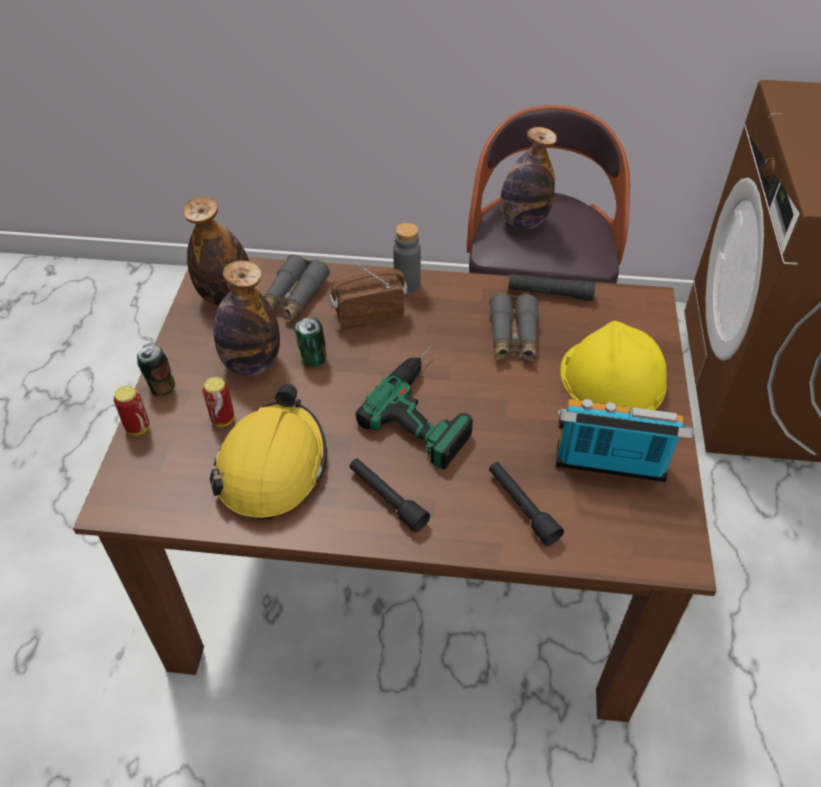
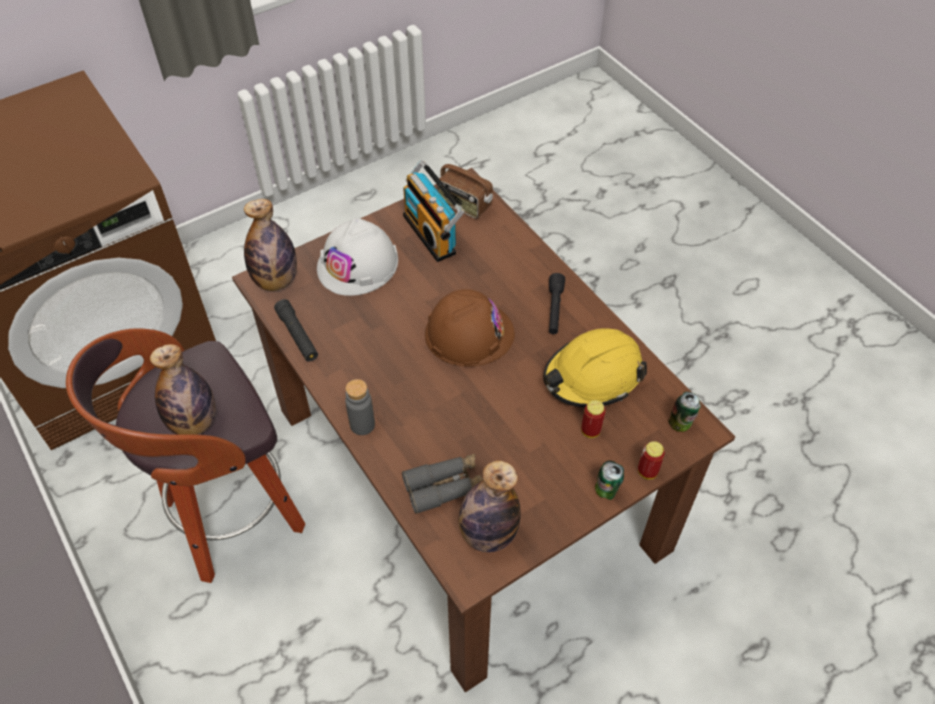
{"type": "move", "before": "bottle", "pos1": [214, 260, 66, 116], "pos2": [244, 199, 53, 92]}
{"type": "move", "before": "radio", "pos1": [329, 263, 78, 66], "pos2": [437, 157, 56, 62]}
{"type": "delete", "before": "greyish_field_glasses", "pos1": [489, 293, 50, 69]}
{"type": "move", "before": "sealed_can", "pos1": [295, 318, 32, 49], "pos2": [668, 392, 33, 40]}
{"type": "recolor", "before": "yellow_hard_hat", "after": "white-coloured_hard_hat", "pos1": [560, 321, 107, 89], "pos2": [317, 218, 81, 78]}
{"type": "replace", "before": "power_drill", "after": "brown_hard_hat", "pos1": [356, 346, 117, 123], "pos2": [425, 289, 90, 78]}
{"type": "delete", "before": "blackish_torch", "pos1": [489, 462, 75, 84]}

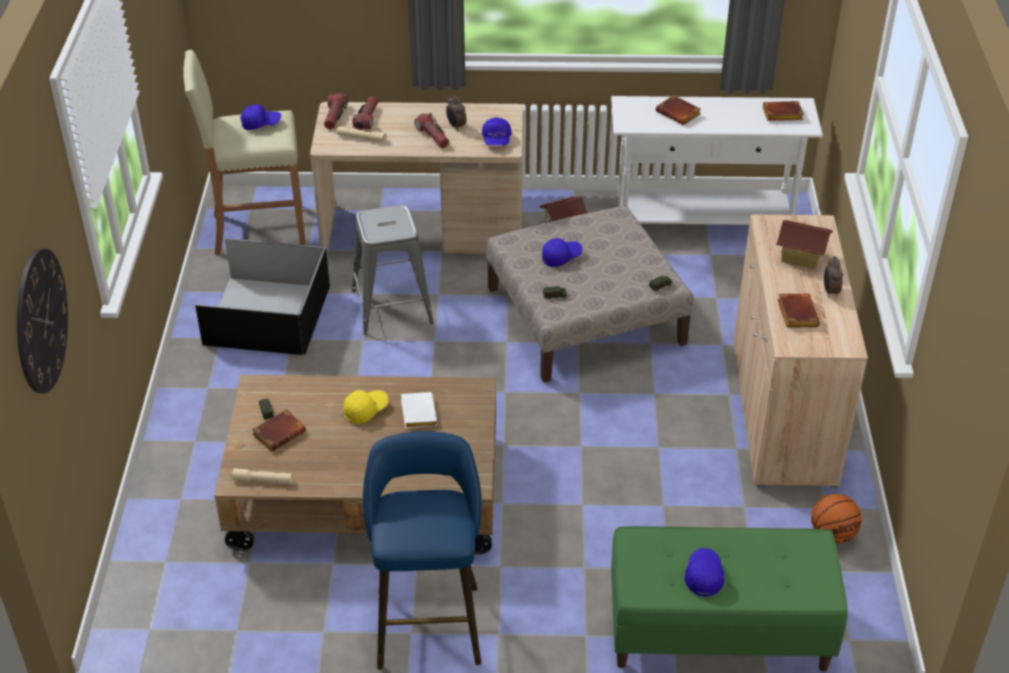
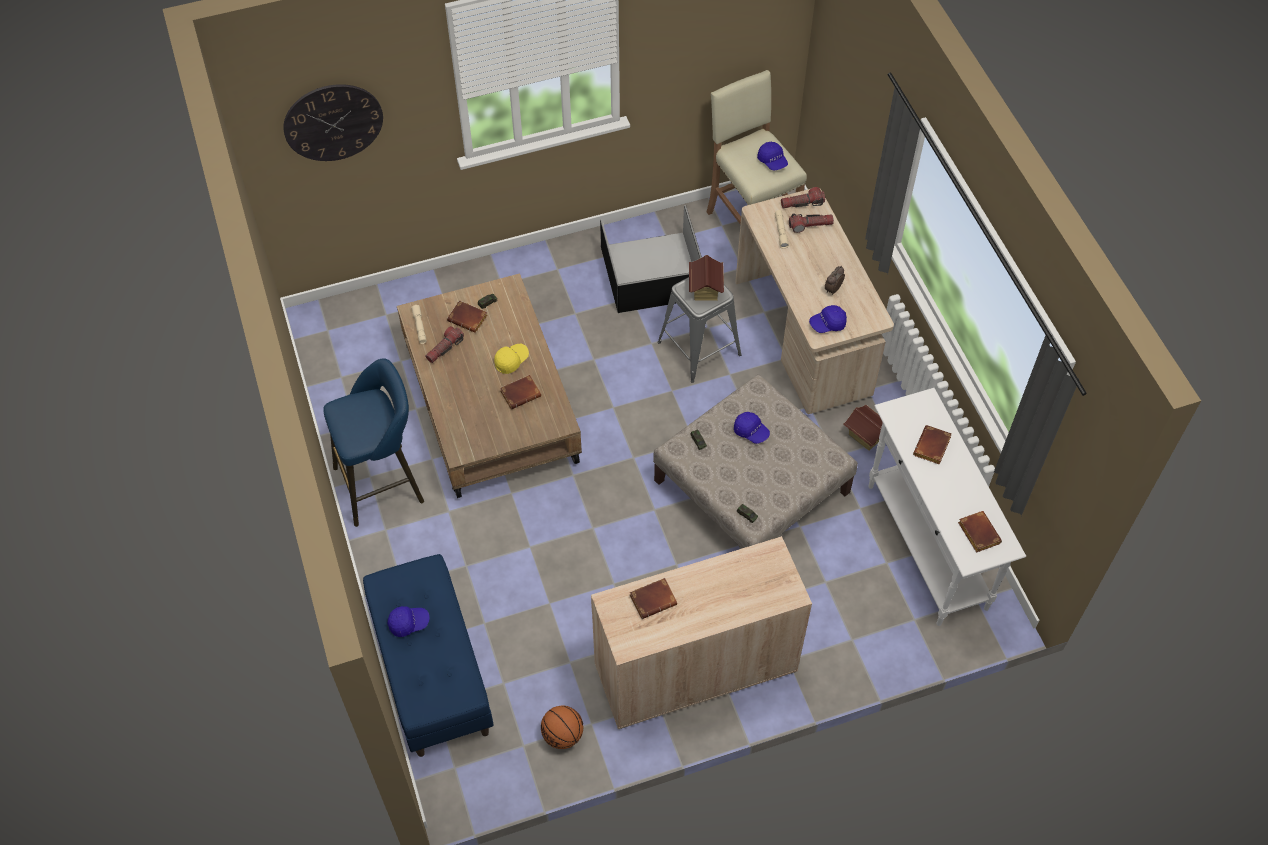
{"type": "move", "before": "torch", "pos1": [414, 113, 35, 35], "pos2": [425, 326, 39, 37]}
{"type": "move", "before": "model_house", "pos1": [776, 220, 57, 49], "pos2": [689, 255, 35, 46]}
{"type": "delete", "before": "bedside_clock", "pos1": [824, 256, 19, 42]}
{"type": "rotate", "before": "yellow_cap", "pos1": [343, 390, 45, 34], "pos2": [494, 344, 35, 30], "turn": -75}
{"type": "recolor", "before": "white-coloured_book", "after": "brown_book", "pos1": [401, 392, 37, 36], "pos2": [500, 375, 41, 35]}
{"type": "recolor", "before": "greenish_bench", "after": "blue_bench", "pos1": [611, 526, 237, 145], "pos2": [363, 554, 130, 203]}

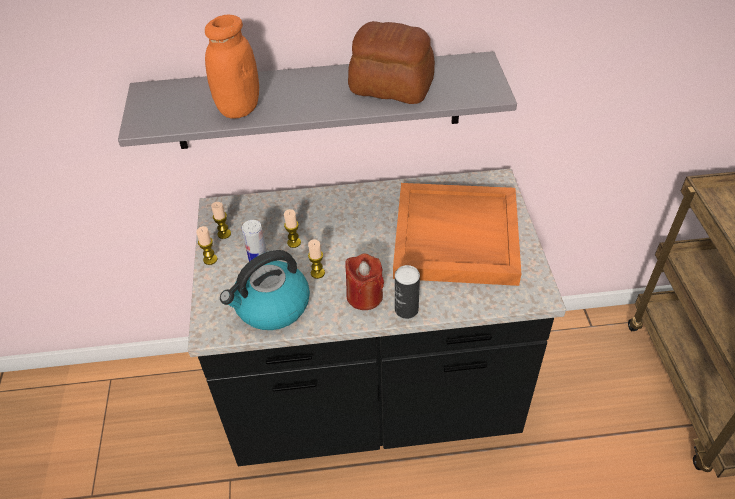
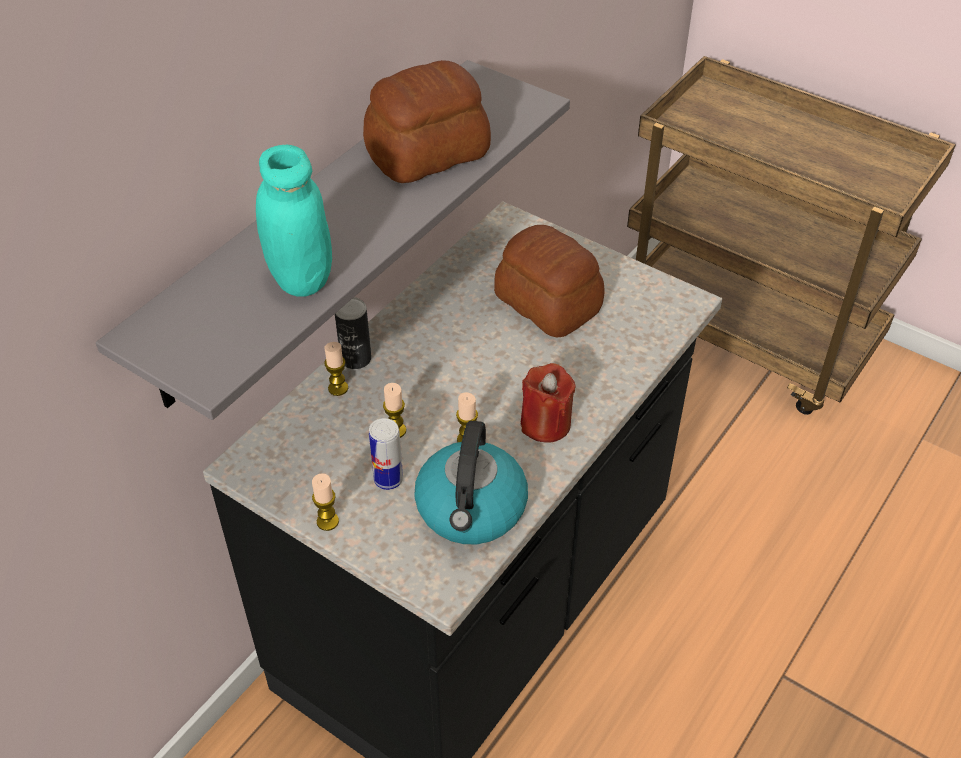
{"type": "recolor", "before": "orange_storage_jar", "after": "turquoise-coloured_storage_jar", "pos1": [205, 15, 54, 104], "pos2": [256, 145, 76, 152]}
{"type": "replace", "before": "orange_serving_tray", "after": "baked_bread", "pos1": [393, 183, 128, 103], "pos2": [494, 225, 111, 112]}
{"type": "move", "before": "candle", "pos1": [211, 202, 20, 37], "pos2": [324, 342, 24, 54]}
{"type": "move", "before": "sealed_can", "pos1": [395, 265, 25, 54], "pos2": [335, 297, 36, 72]}

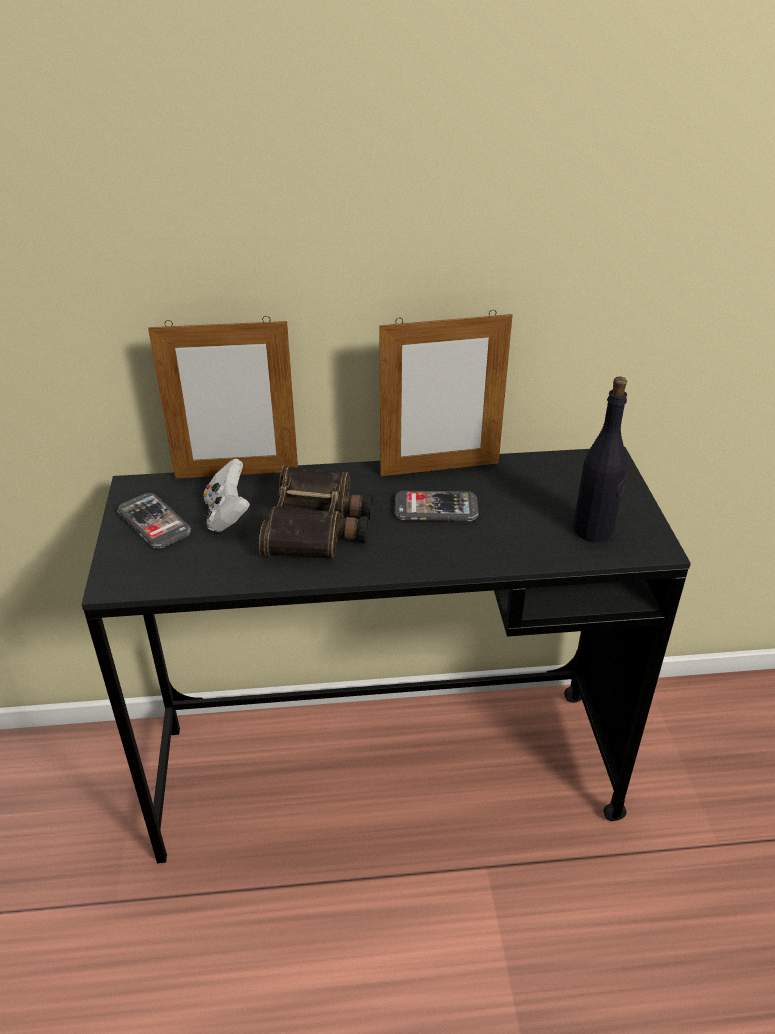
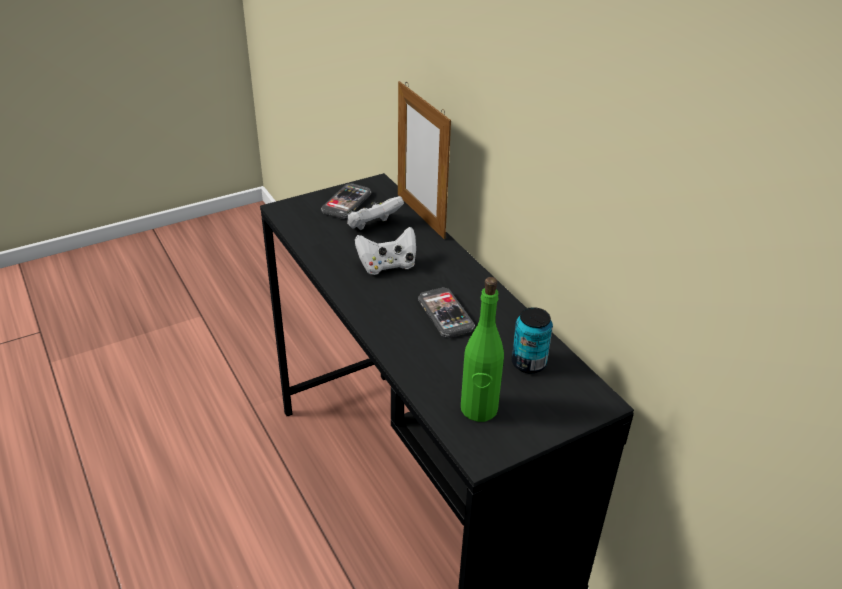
{"type": "delete", "before": "photo_frame", "pos1": [379, 310, 133, 166]}
{"type": "recolor", "before": "blackish_bottle", "after": "greenish_bottle", "pos1": [573, 377, 54, 165], "pos2": [461, 277, 43, 145]}
{"type": "replace", "before": "field_glasses", "after": "white-coloured_game_controller", "pos1": [259, 465, 114, 93], "pos2": [355, 227, 61, 48]}
{"type": "insert", "after": "sealed_can", "pos2": [511, 307, 42, 67]}

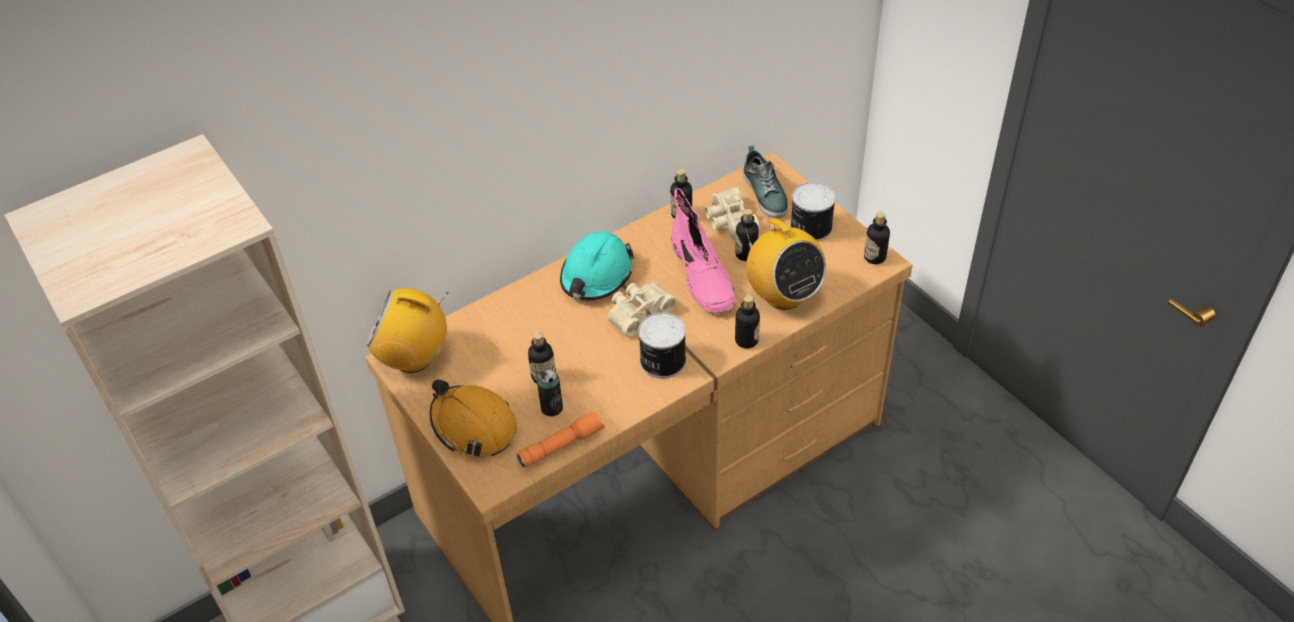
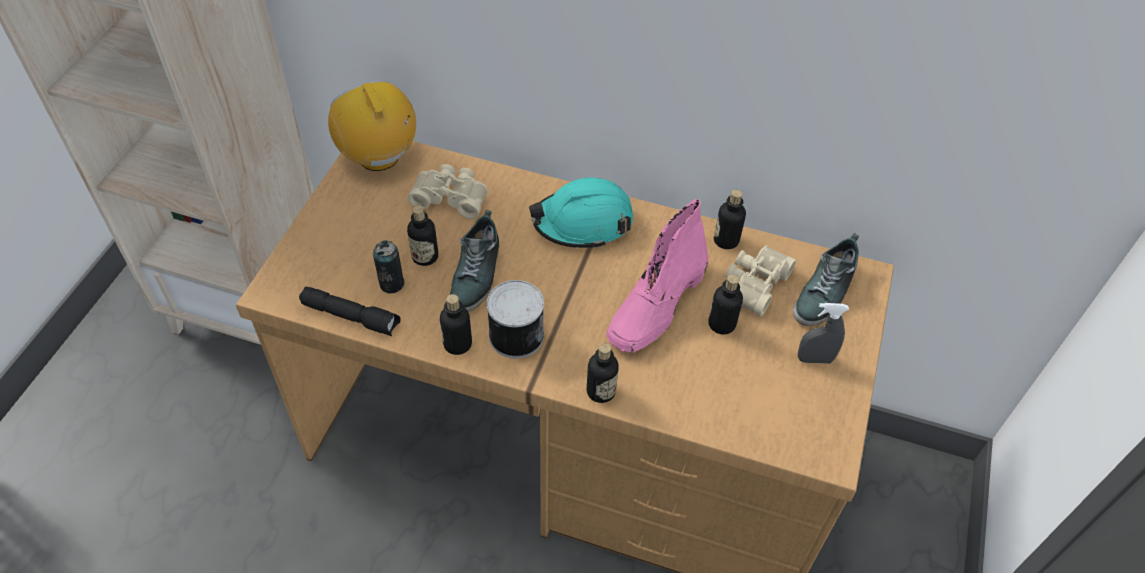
{"type": "replace", "before": "sealed_can", "after": "greyish_spray_bottle", "pos1": [790, 182, 46, 60], "pos2": [798, 303, 51, 61]}
{"type": "move", "before": "bottle", "pos1": [864, 212, 26, 52], "pos2": [440, 294, 32, 61]}
{"type": "delete", "before": "radio", "pos1": [745, 219, 81, 91]}
{"type": "move", "before": "beige_field_glasses", "pos1": [608, 282, 69, 55], "pos2": [408, 164, 80, 55]}
{"type": "delete", "before": "orange_hard_hat", "pos1": [430, 379, 87, 78]}
{"type": "recolor", "before": "orange_torch", "after": "blackish_torch", "pos1": [517, 412, 88, 56], "pos2": [299, 287, 102, 49]}
{"type": "insert", "after": "item_of_footwear", "pos2": [450, 210, 49, 102]}

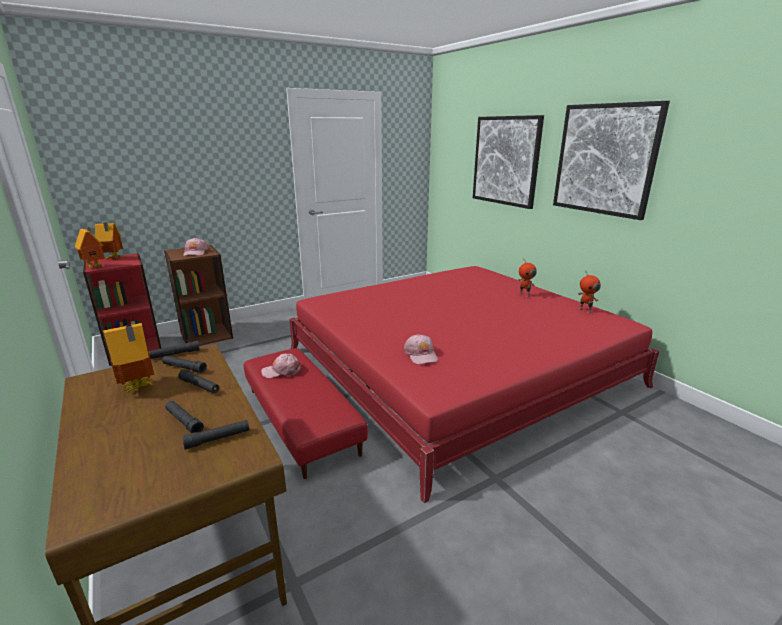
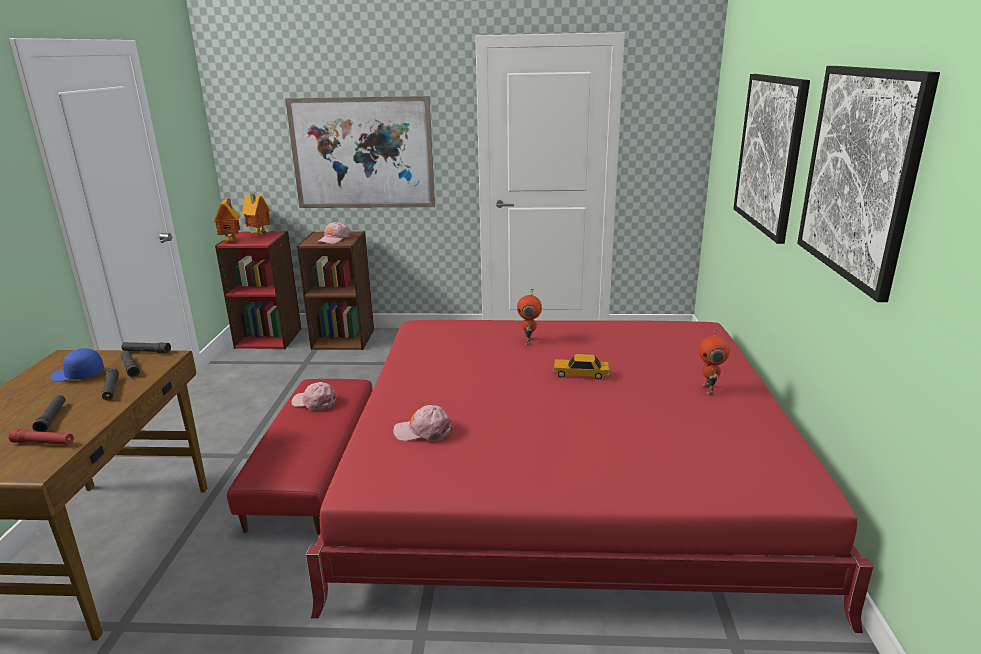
{"type": "move", "before": "toy_robot", "pos1": [578, 271, 23, 42], "pos2": [517, 288, 25, 57]}
{"type": "replace", "before": "model_house", "after": "blue_cap", "pos1": [103, 323, 51, 70], "pos2": [50, 348, 54, 34]}
{"type": "rotate", "before": "pink-coloured_cap", "pos1": [404, 334, 34, 30], "pos2": [393, 405, 60, 36], "turn": 75}
{"type": "recolor", "before": "blackish_torch", "after": "reddish_torch", "pos1": [182, 420, 68, 30], "pos2": [9, 429, 65, 16]}
{"type": "insert", "after": "picture", "pos2": [285, 96, 150, 112]}
{"type": "insert", "after": "miniature_car", "pos2": [554, 354, 55, 26]}

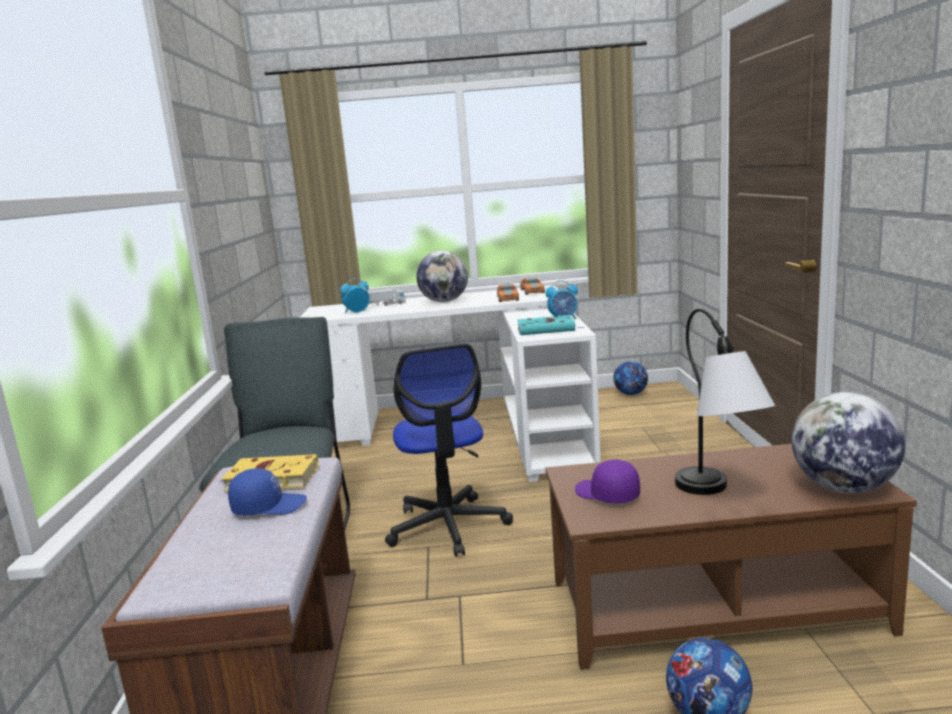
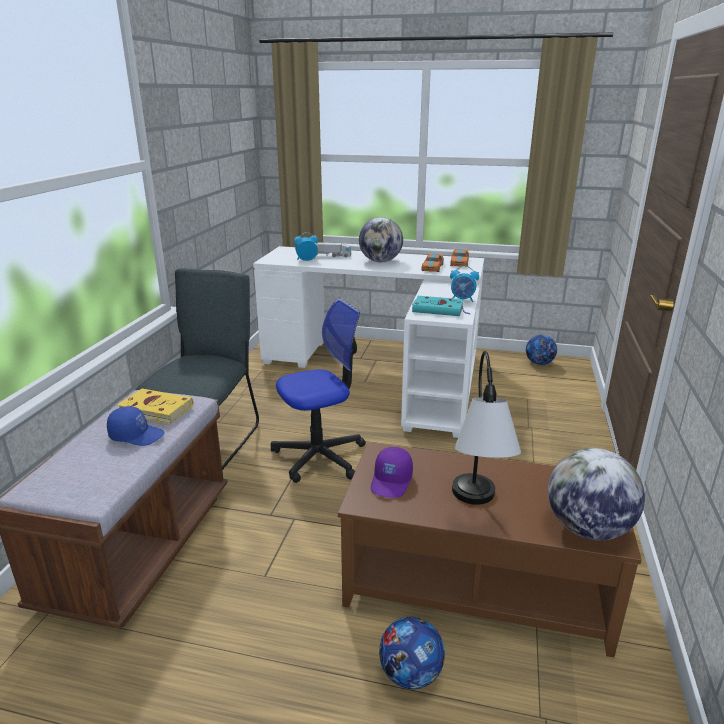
{"type": "rotate", "before": "office_chair", "pos1": [385, 344, 128, 213], "pos2": [271, 299, 95, 184], "turn": -120}
{"type": "rotate", "before": "purplish_cap", "pos1": [575, 459, 65, 45], "pos2": [371, 447, 42, 51], "turn": -135}

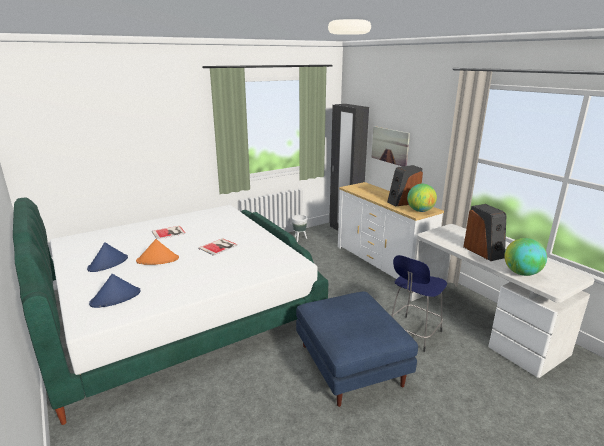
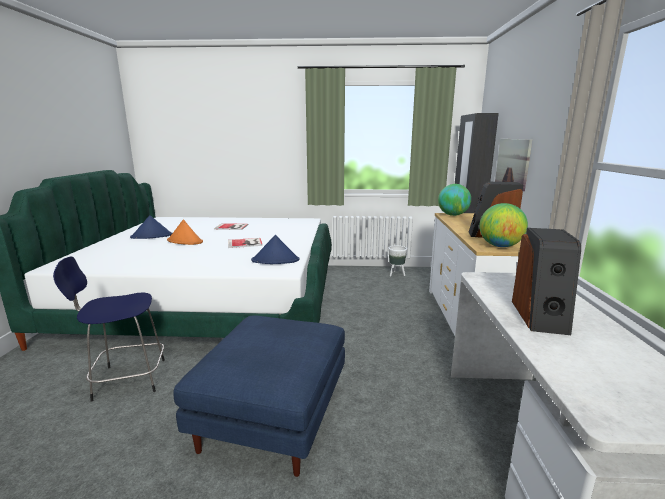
{"type": "move", "before": "globe", "pos1": [504, 238, 43, 38], "pos2": [438, 184, 33, 32]}
{"type": "move", "before": "blue_stool", "pos1": [391, 255, 56, 97], "pos2": [53, 256, 112, 146]}
{"type": "move", "before": "blue_wearable_hat", "pos1": [89, 274, 52, 34], "pos2": [251, 235, 48, 29]}

